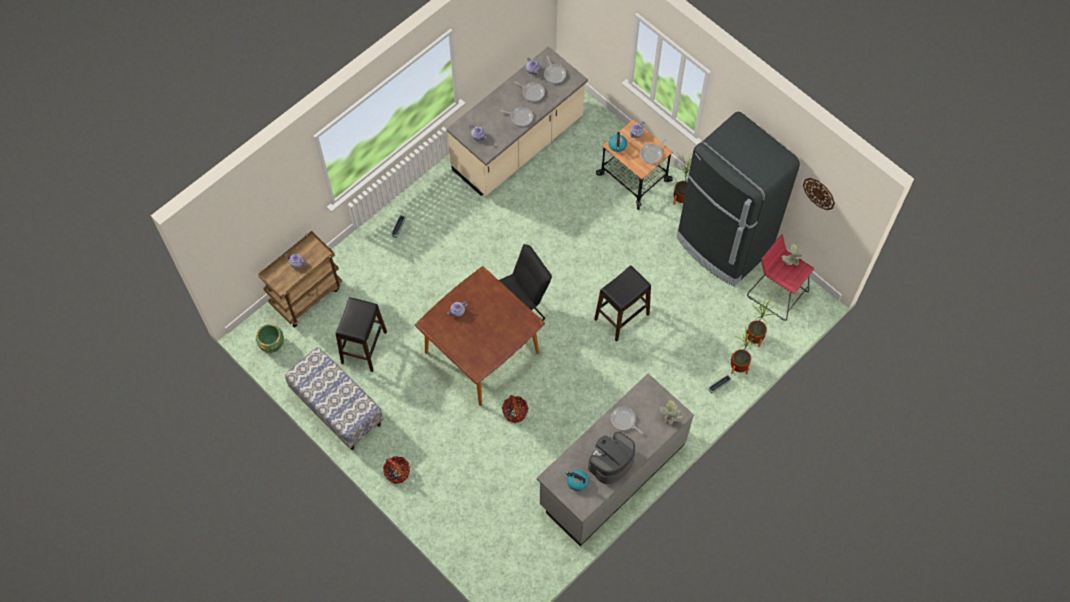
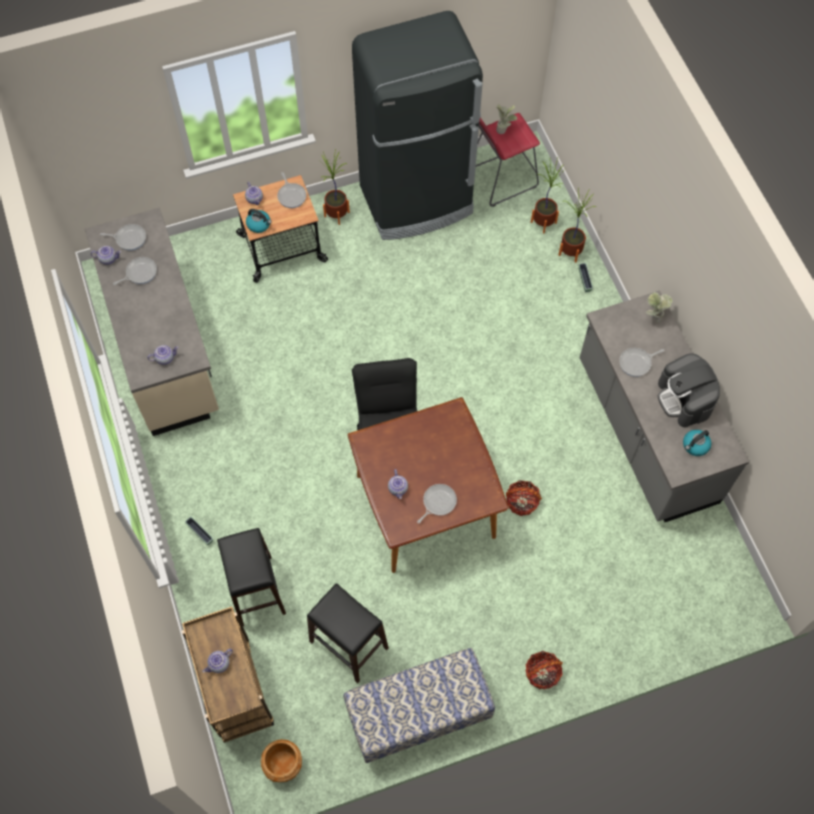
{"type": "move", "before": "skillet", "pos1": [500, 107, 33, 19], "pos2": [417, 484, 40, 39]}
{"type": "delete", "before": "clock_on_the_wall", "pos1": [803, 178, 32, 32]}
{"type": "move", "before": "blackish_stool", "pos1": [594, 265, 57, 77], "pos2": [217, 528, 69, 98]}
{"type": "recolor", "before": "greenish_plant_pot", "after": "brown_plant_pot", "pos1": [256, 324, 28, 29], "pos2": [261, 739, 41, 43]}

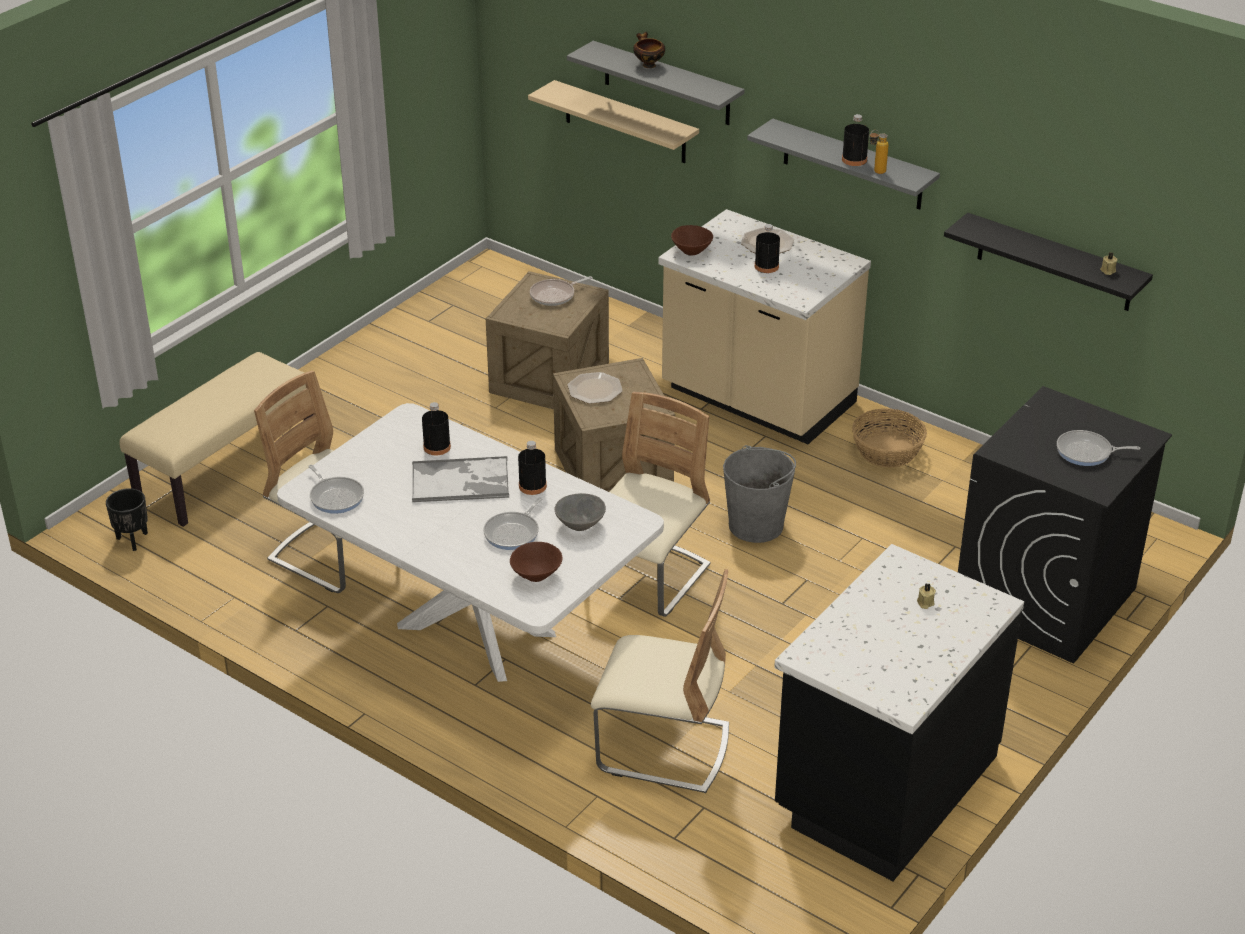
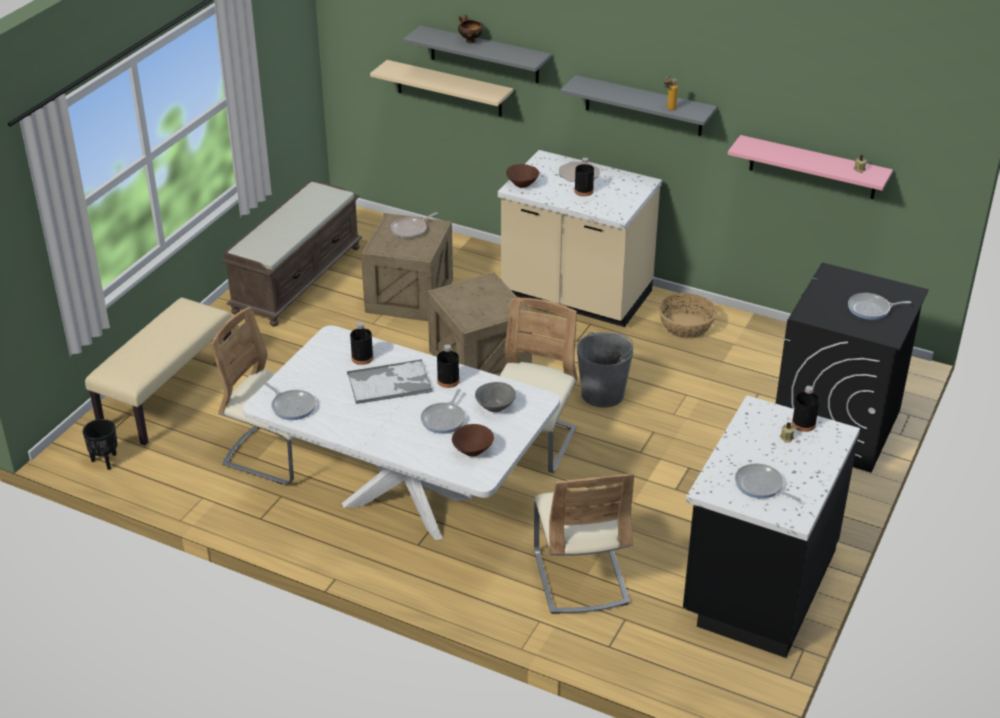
{"type": "move", "before": "blackish_bottle", "pos1": [842, 114, 27, 52], "pos2": [792, 386, 27, 46]}
{"type": "recolor", "before": "blackish_shelf", "after": "pink-coloured_shelf", "pos1": [944, 213, 209, 98], "pos2": [728, 135, 165, 64]}
{"type": "delete", "before": "flat_dish", "pos1": [568, 372, 55, 32]}
{"type": "rotate", "before": "beige_chair", "pos1": [591, 569, 138, 224], "pos2": [534, 473, 100, 141], "turn": 75}
{"type": "insert", "after": "brown_bench", "pos2": [221, 180, 141, 147]}
{"type": "insert", "after": "skillet", "pos2": [735, 463, 66, 39]}

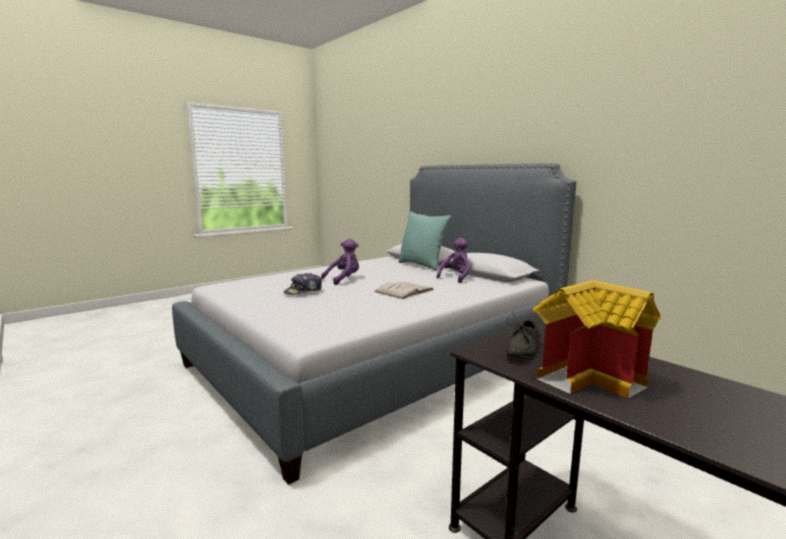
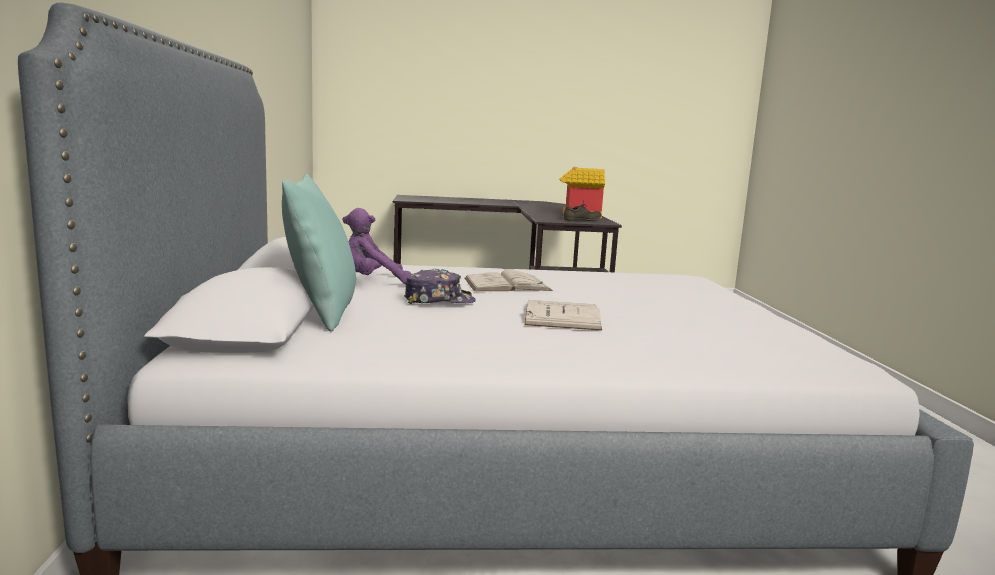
{"type": "replace", "before": "purplish_plush_toy", "after": "white-coloured_book", "pos1": [321, 239, 38, 46], "pos2": [524, 300, 78, 31]}
{"type": "move", "before": "cap", "pos1": [284, 273, 38, 22], "pos2": [404, 269, 72, 35]}

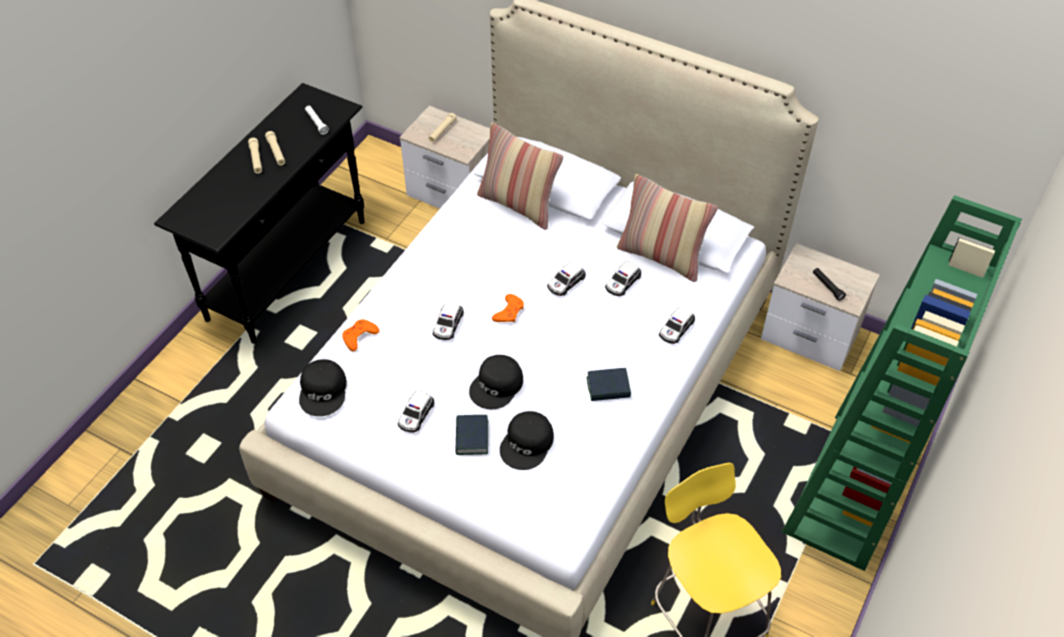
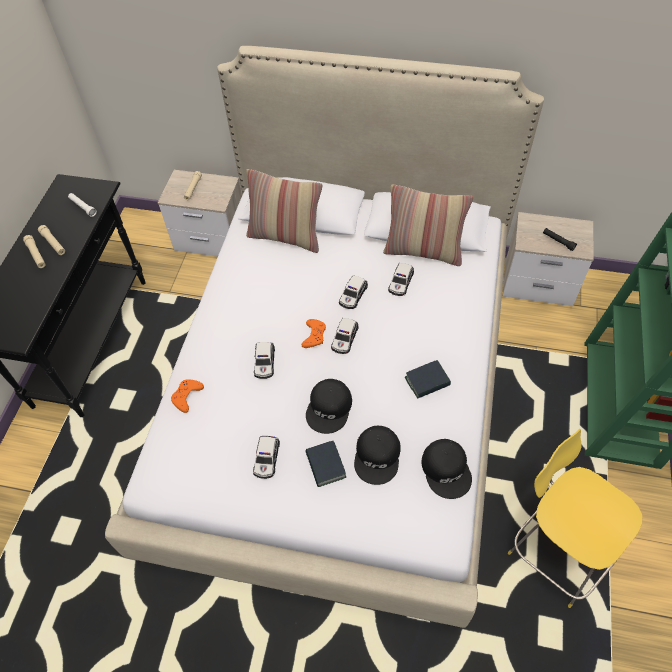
{"type": "move", "before": "miniature_car", "pos1": [659, 306, 36, 38], "pos2": [331, 318, 28, 36]}
{"type": "move", "before": "blackish_cap", "pos1": [299, 359, 48, 57], "pos2": [421, 439, 51, 60]}

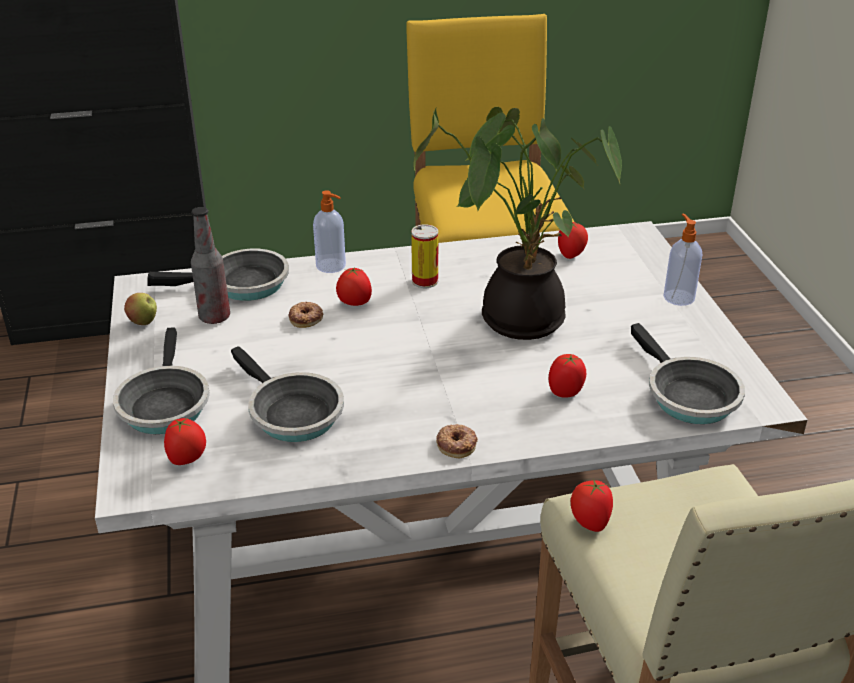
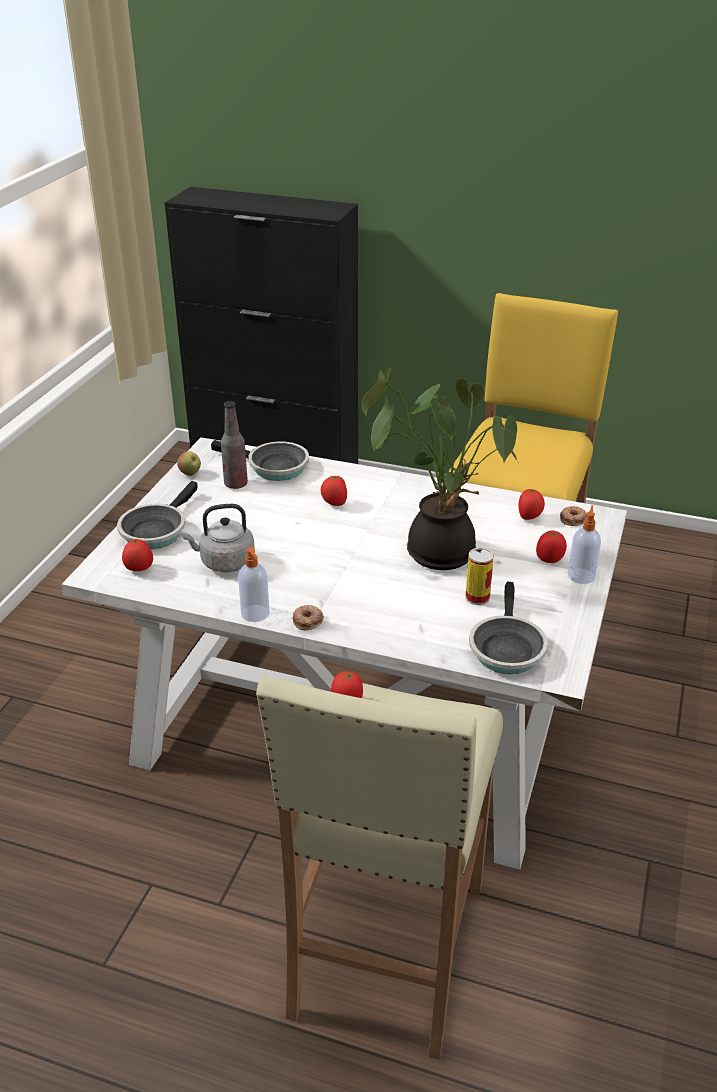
{"type": "move", "before": "liquid_soap_bottle", "pos1": [313, 190, 33, 83], "pos2": [238, 547, 32, 75]}
{"type": "move", "before": "sealed_can", "pos1": [411, 224, 27, 64], "pos2": [466, 548, 28, 57]}
{"type": "move", "before": "doughnut", "pos1": [289, 302, 34, 26], "pos2": [560, 506, 27, 20]}
{"type": "replace", "before": "skillet", "after": "greyish_kettle", "pos1": [231, 346, 113, 96], "pos2": [182, 504, 73, 68]}
{"type": "move", "before": "whole_tomato", "pos1": [549, 354, 37, 44], "pos2": [536, 531, 31, 32]}

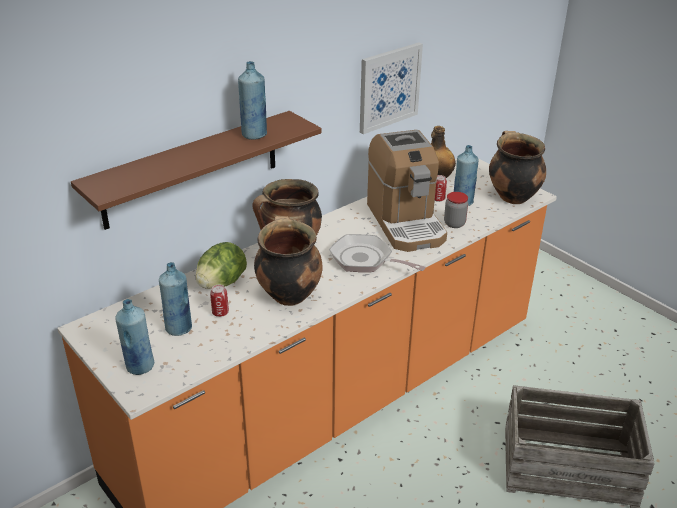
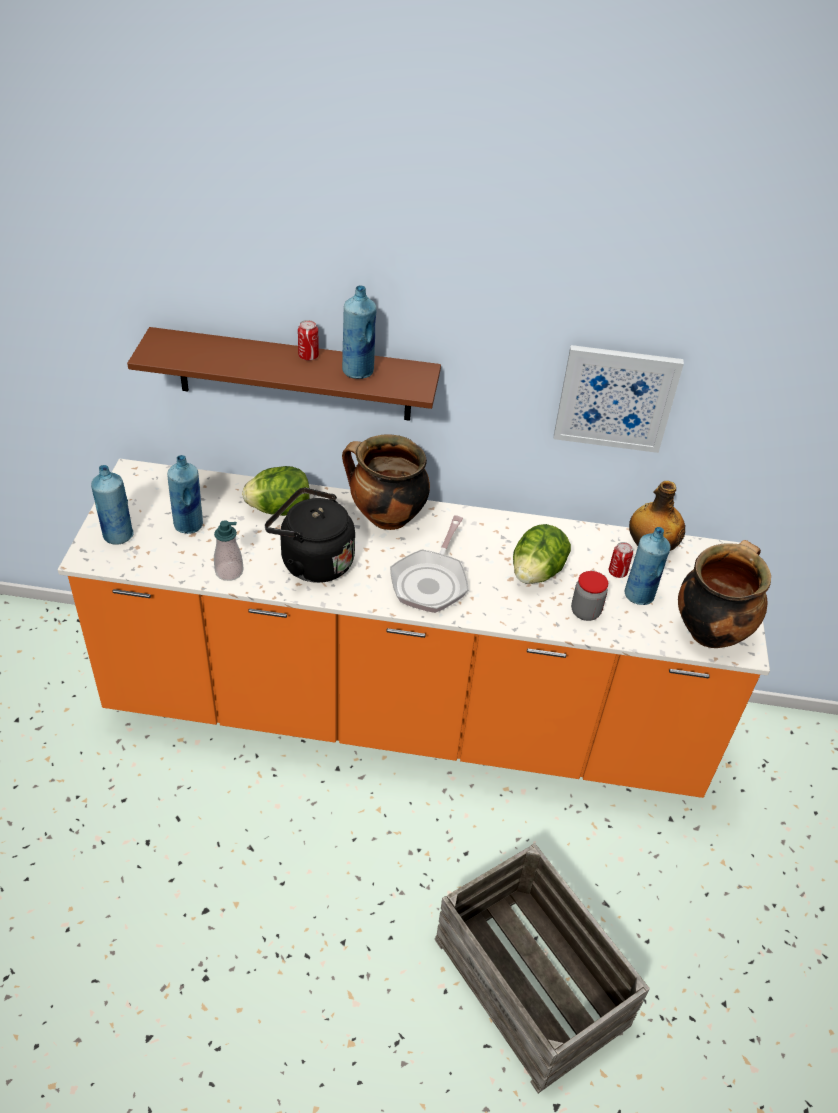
{"type": "replace", "before": "coffee_machine", "after": "lettuce", "pos1": [367, 130, 80, 122], "pos2": [513, 524, 58, 60]}
{"type": "replace", "before": "saucepot", "after": "blackish_kettle", "pos1": [254, 216, 69, 90], "pos2": [265, 487, 90, 96]}
{"type": "rotate", "before": "skillet", "pos1": [329, 234, 97, 38], "pos2": [390, 515, 79, 98], "turn": -150}
{"type": "move", "before": "sealed_can", "pos1": [210, 285, 19, 32], "pos2": [298, 320, 21, 41]}
{"type": "insert", "after": "liquid_soap_bottle", "pos2": [214, 520, 30, 61]}

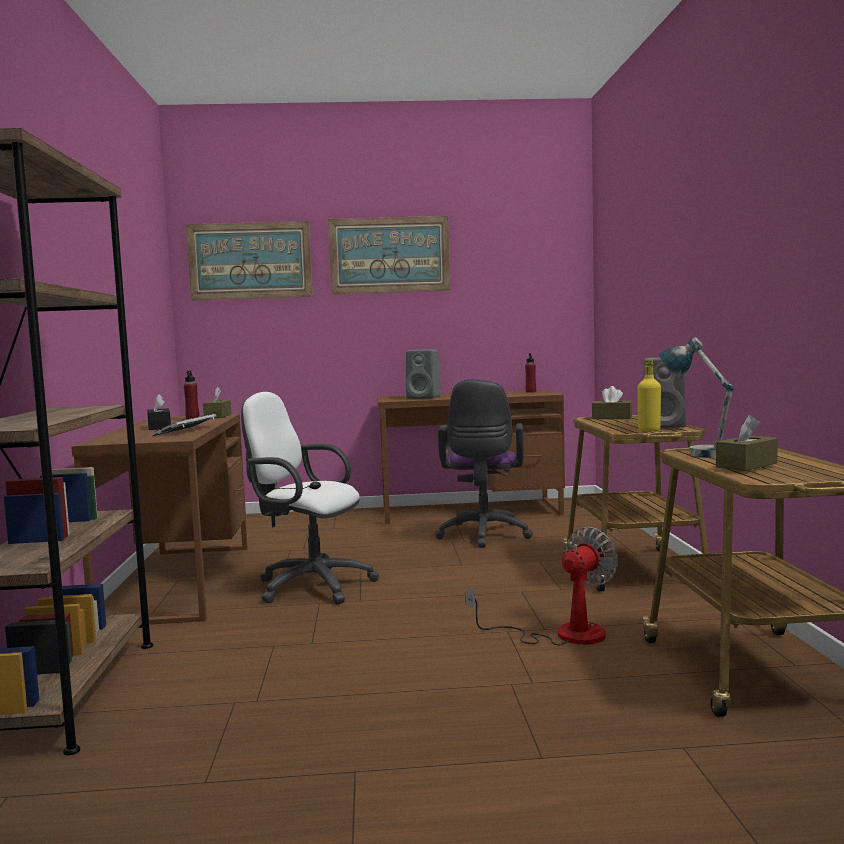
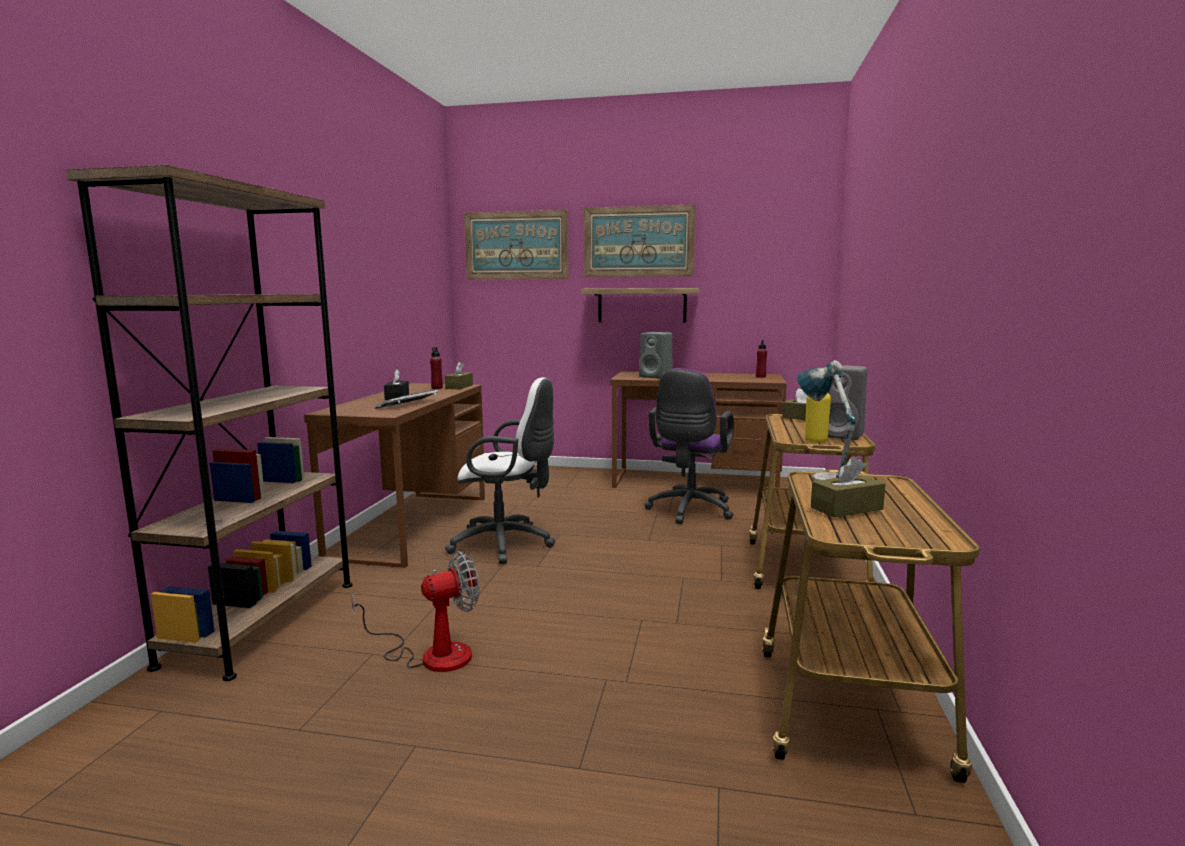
{"type": "rotate", "before": "white-coloured_office_chair", "pos1": [241, 392, 138, 212], "pos2": [445, 378, 110, 186], "turn": 150}
{"type": "move", "before": "electric_fan", "pos1": [465, 527, 153, 118], "pos2": [351, 551, 129, 121]}
{"type": "insert", "after": "shelf", "pos2": [581, 288, 119, 35]}

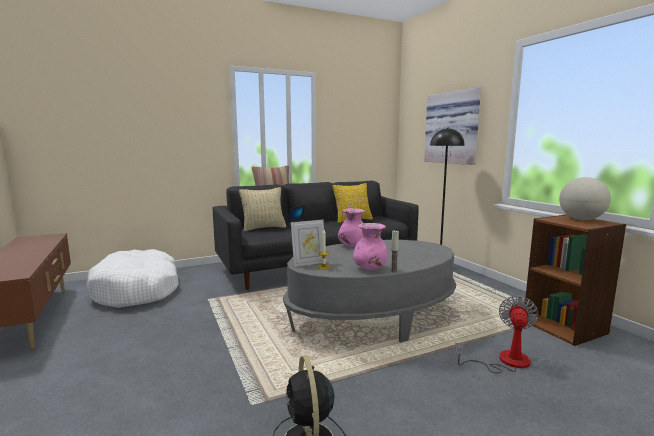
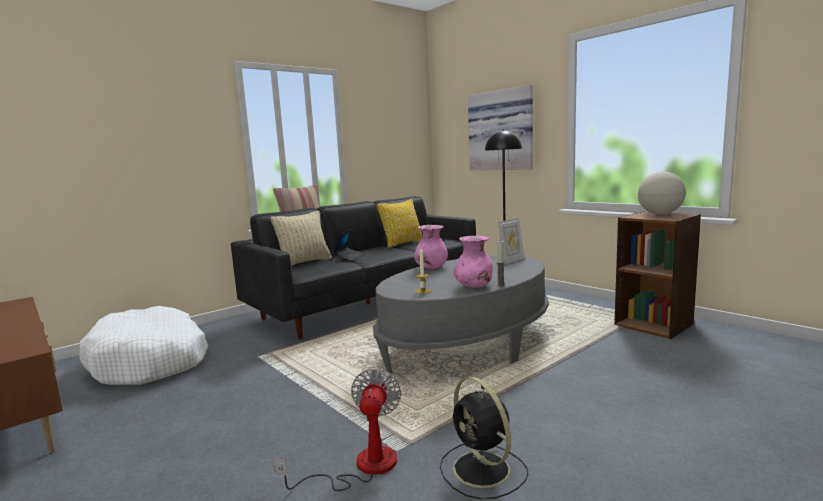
{"type": "move", "before": "photo_frame", "pos1": [291, 220, 33, 47], "pos2": [498, 218, 27, 46]}
{"type": "move", "before": "electric_fan", "pos1": [455, 296, 84, 77], "pos2": [273, 369, 128, 122]}

